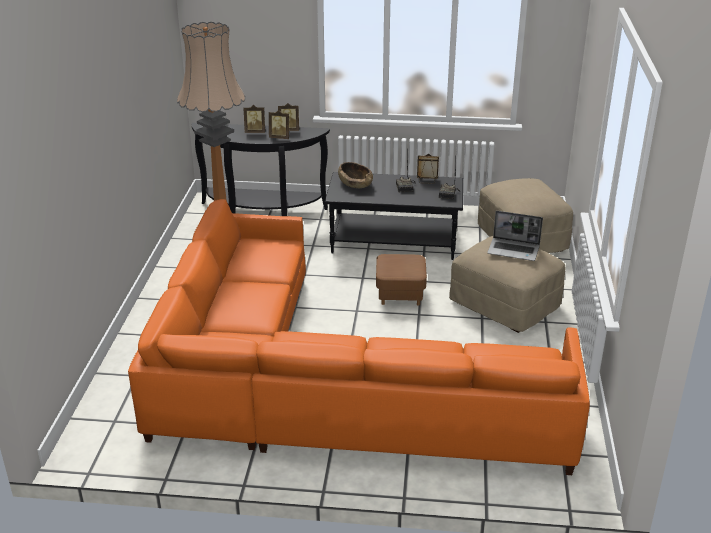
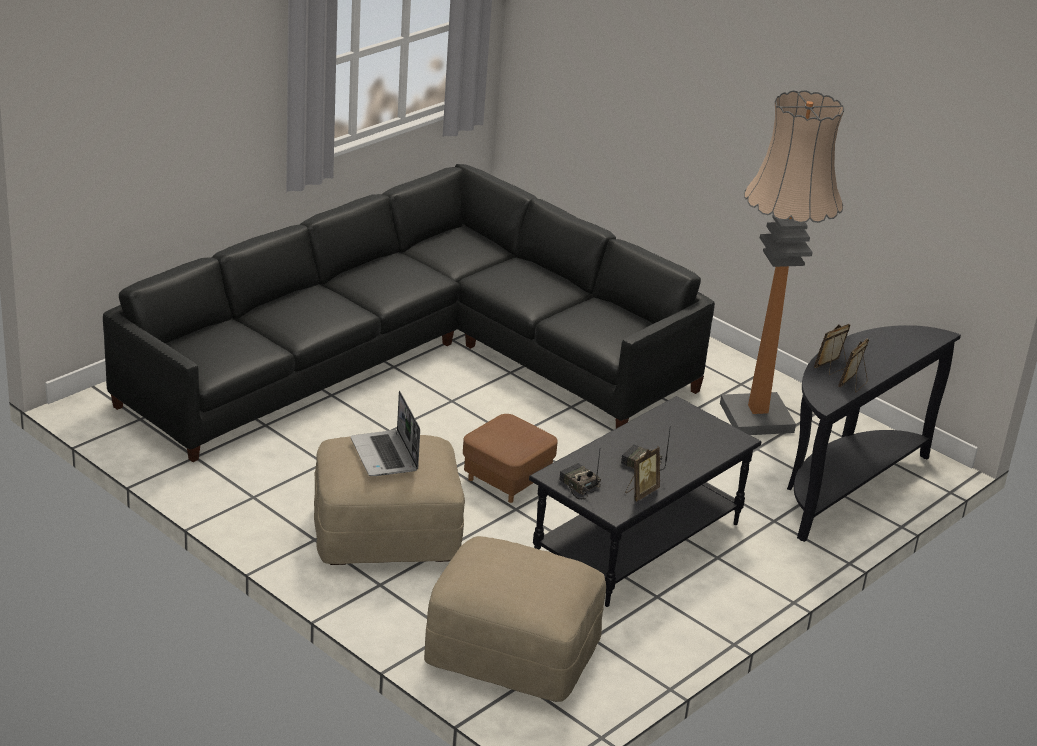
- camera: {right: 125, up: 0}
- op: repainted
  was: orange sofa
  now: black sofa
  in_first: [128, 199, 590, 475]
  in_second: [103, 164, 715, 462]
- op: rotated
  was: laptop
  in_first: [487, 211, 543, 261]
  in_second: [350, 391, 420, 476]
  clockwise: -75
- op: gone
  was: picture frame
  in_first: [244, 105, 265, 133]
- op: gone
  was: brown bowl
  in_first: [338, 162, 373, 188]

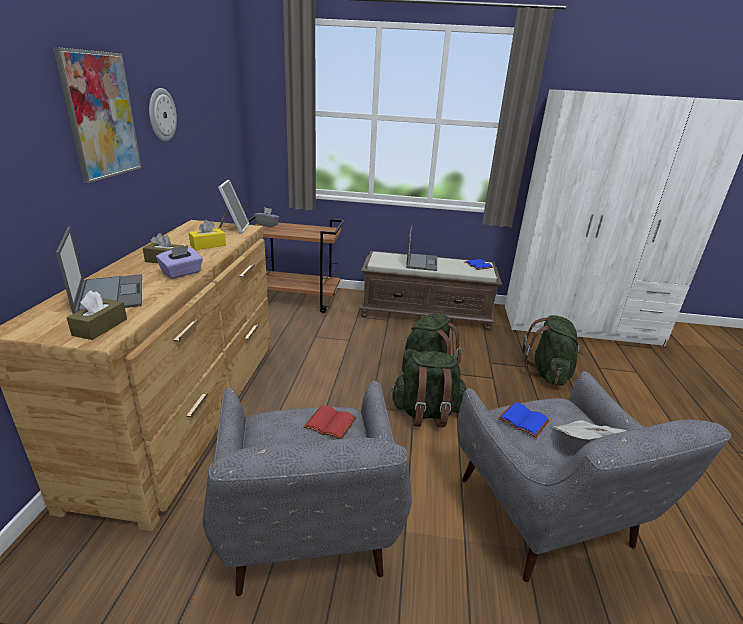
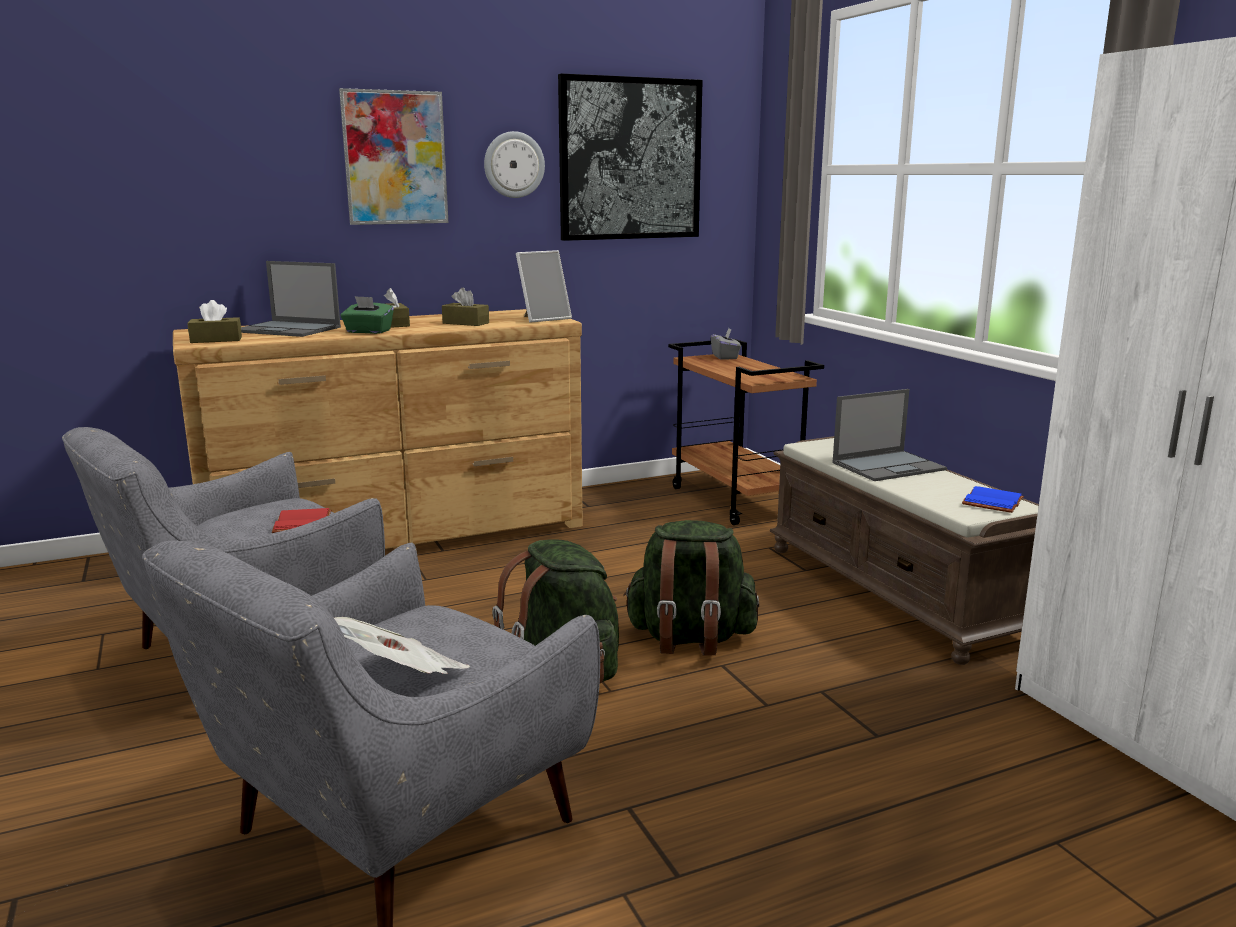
- camera: {right: 60, up: -10}
- op: rotated
  was: laptop
  in_first: [56, 227, 142, 314]
  in_second: [241, 261, 341, 337]
  clockwise: 75
- op: repainted
  was: purple tissue box
  now: green tissue box
  in_first: [156, 245, 203, 279]
  in_second: [340, 296, 394, 334]
- op: repainted
  was: yellow tissue box
  now: brown tissue box
  in_first: [189, 220, 226, 250]
  in_second: [442, 287, 489, 326]
- op: new
  now: picture
  in_second: [558, 73, 703, 241]
- op: gone
  was: blue book
  in_first: [498, 402, 550, 438]
- op: gone
  was: green backpack
  in_first: [522, 315, 584, 386]

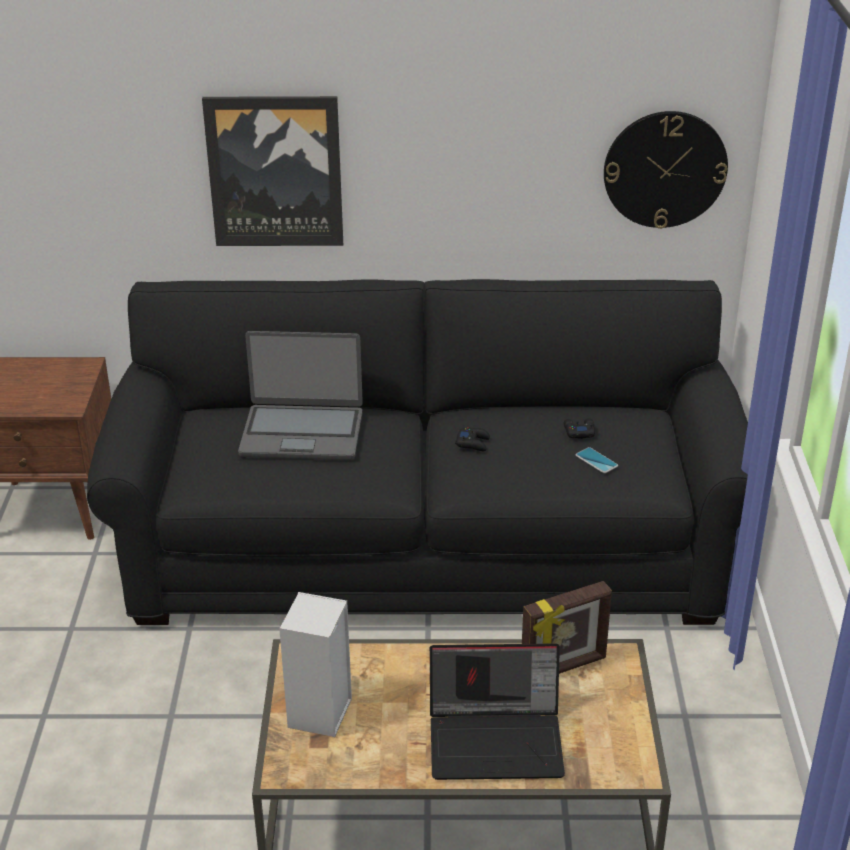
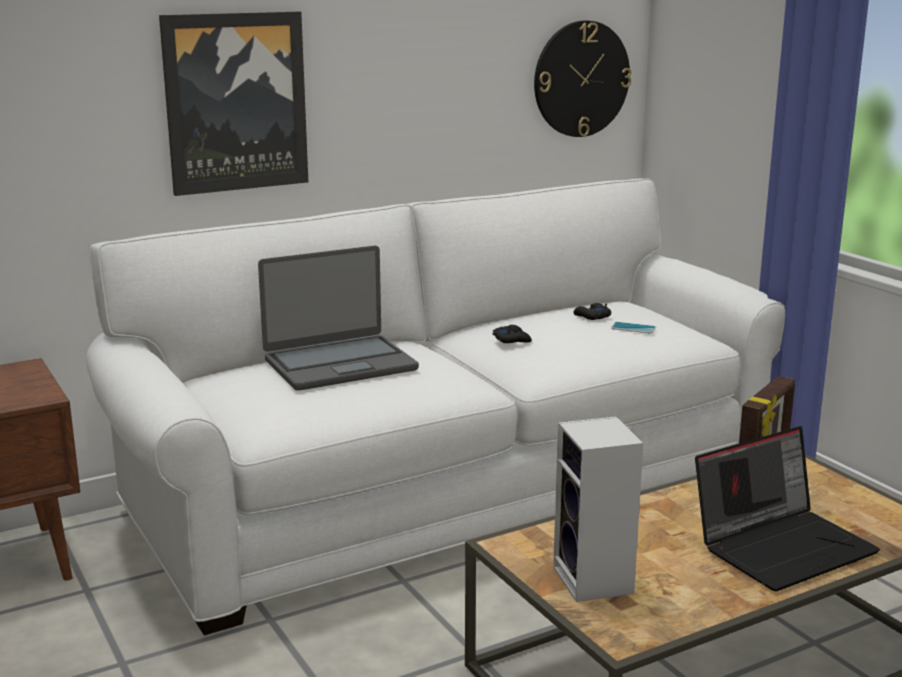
- camera: {right: -30, up: -15}
- op: repainted
  was: black sofa
  now: white sofa
  in_first: [87, 279, 748, 625]
  in_second: [86, 178, 785, 635]

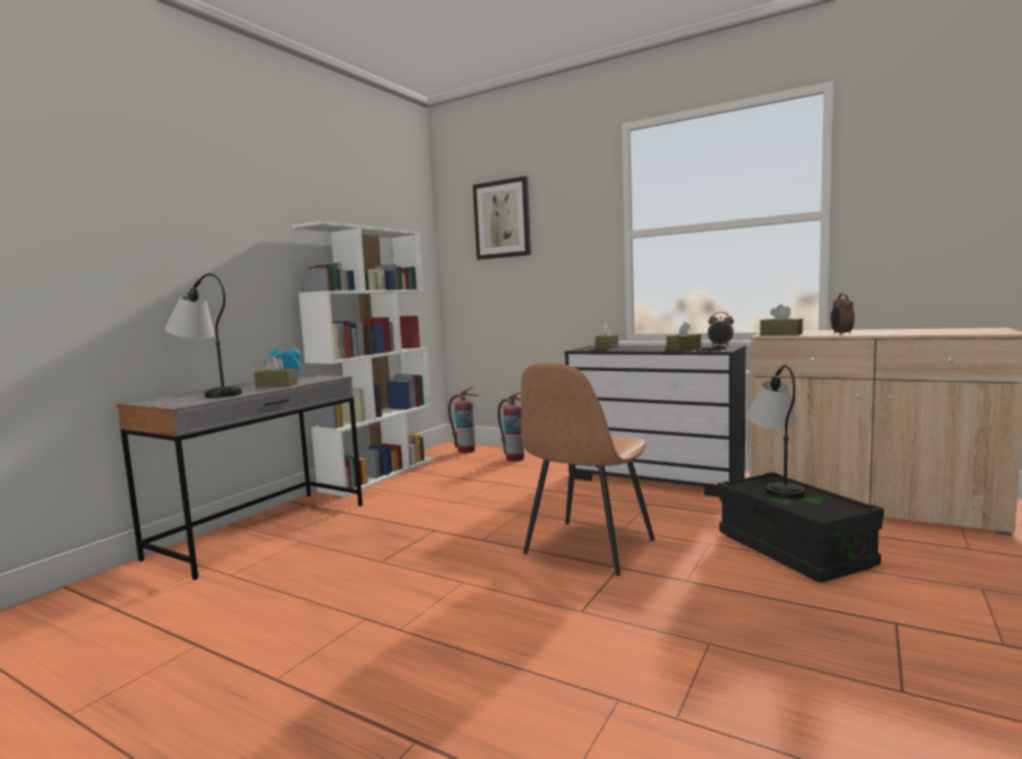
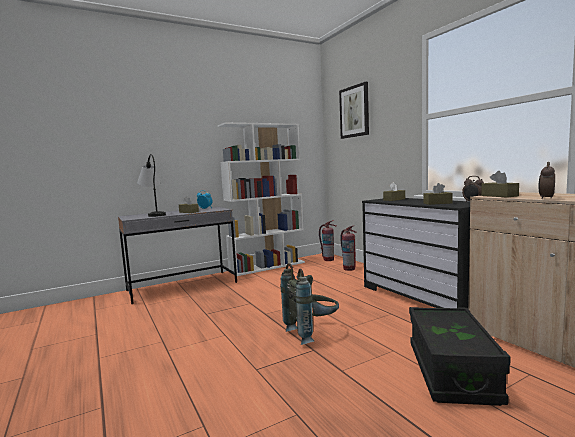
- camera: {right: 30, up: 0}
- op: swapped
  was: brown chair
  now: grey backpack
  in_first: [521, 363, 655, 576]
  in_second: [280, 263, 339, 345]
- op: gone
  was: table lamp
  in_first: [747, 365, 805, 499]

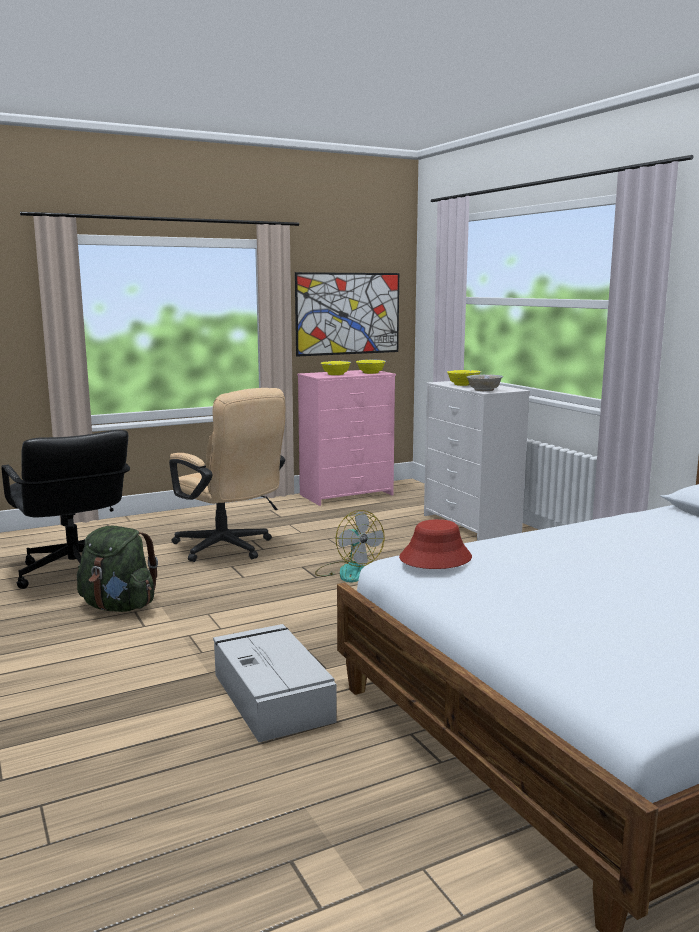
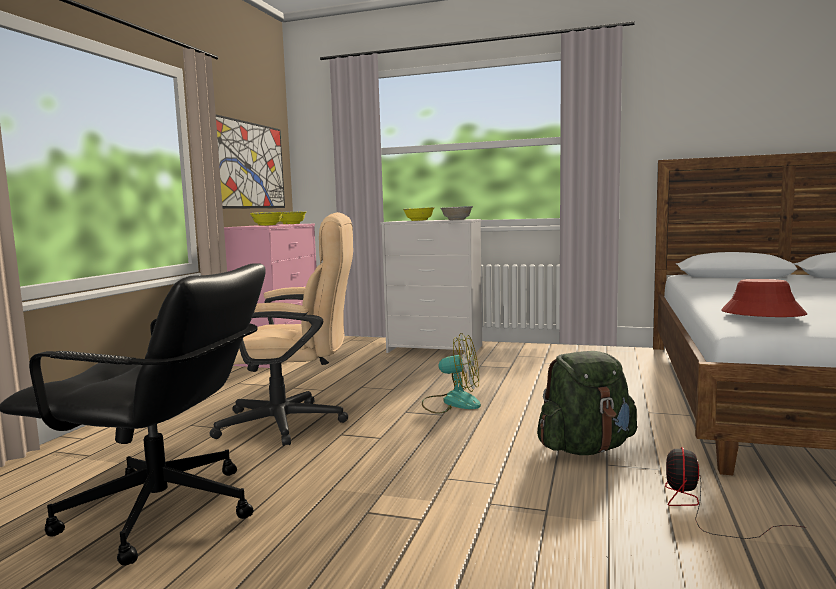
- camera: {right: -45, up: -5}
- op: shifted
  was: green backpack
  in_first: [77, 526, 158, 612]
  in_second: [537, 351, 637, 455]
- op: swapped
  was: grey storage box
  now: fan
  in_first: [213, 624, 337, 742]
  in_second: [665, 447, 806, 539]

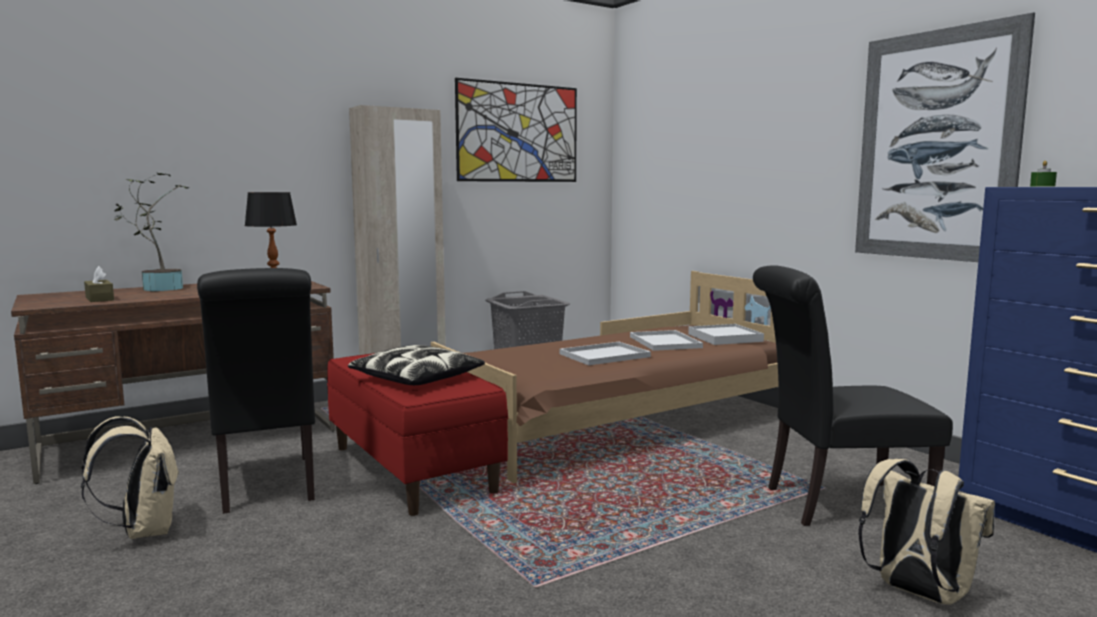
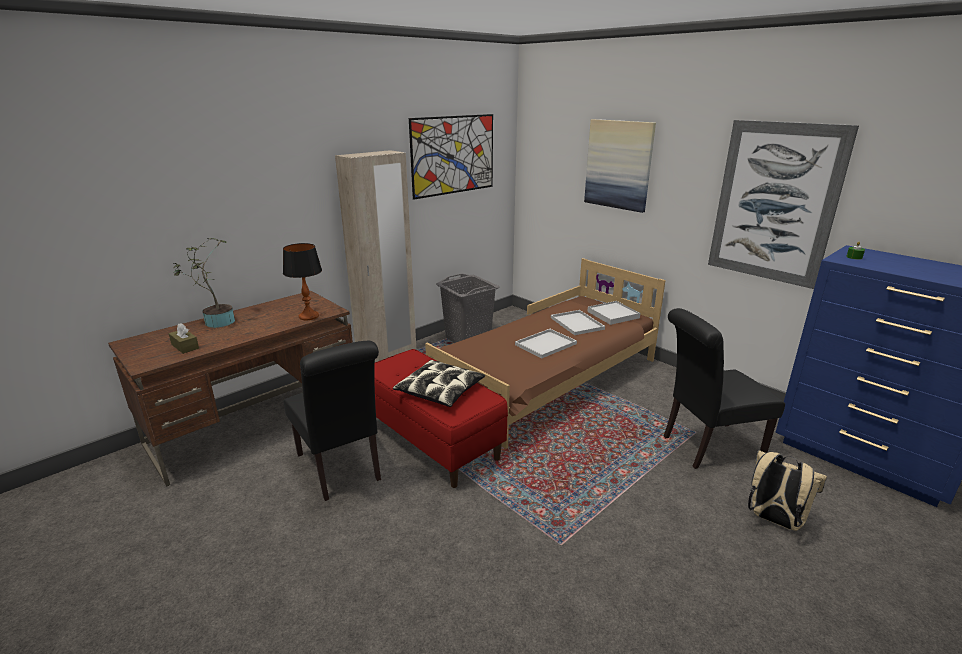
- camera: {right: -10, up: 15}
- op: new
  now: picture
  in_second: [584, 119, 656, 213]
- op: gone
  was: beige backpack
  in_first: [81, 417, 179, 539]

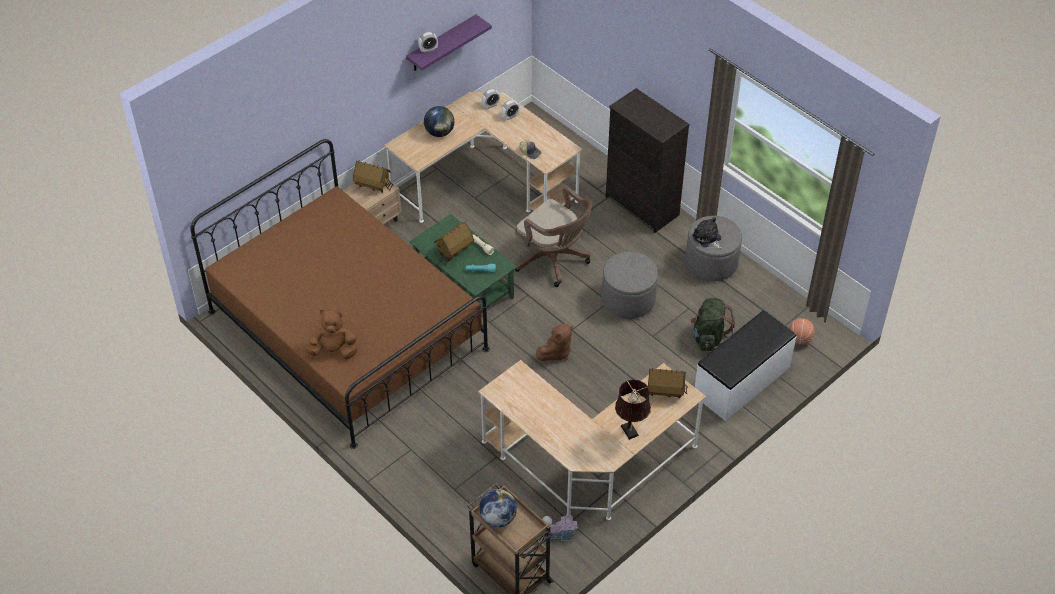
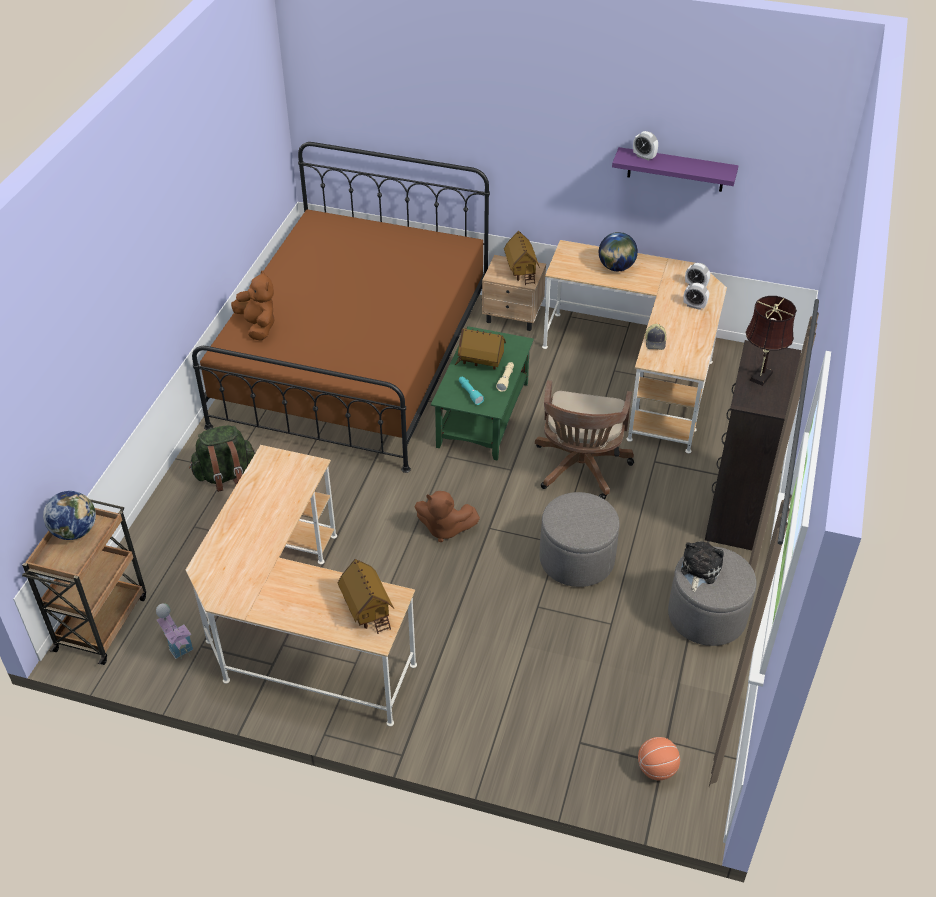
- camera: {right: 60, up: -5}
- op: shifted
  was: green backpack
  in_first: [690, 298, 735, 351]
  in_second: [189, 425, 255, 492]
- op: shifted
  was: brown table lamp
  in_first: [615, 379, 651, 440]
  in_second: [746, 296, 797, 386]
- op: gone
  was: white bench
  in_first: [695, 310, 797, 421]

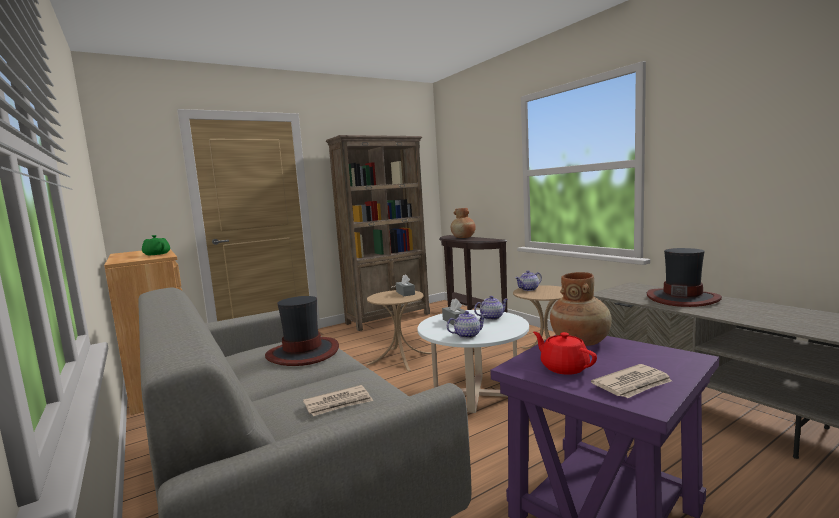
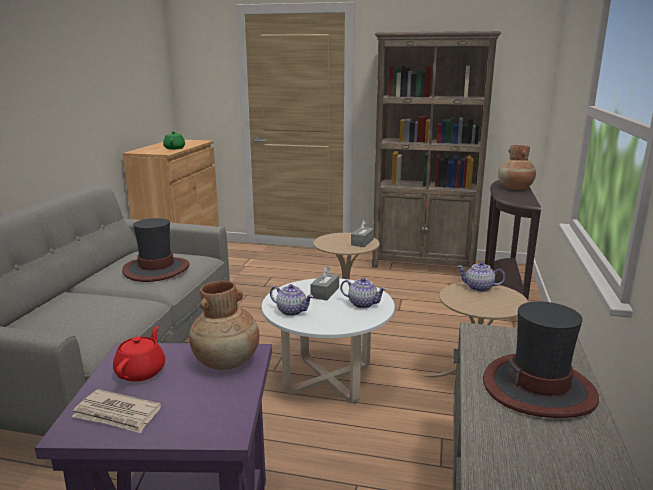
- camera: {right: 45, up: 10}
- op: gone
  was: newspaper
  in_first: [303, 385, 373, 416]

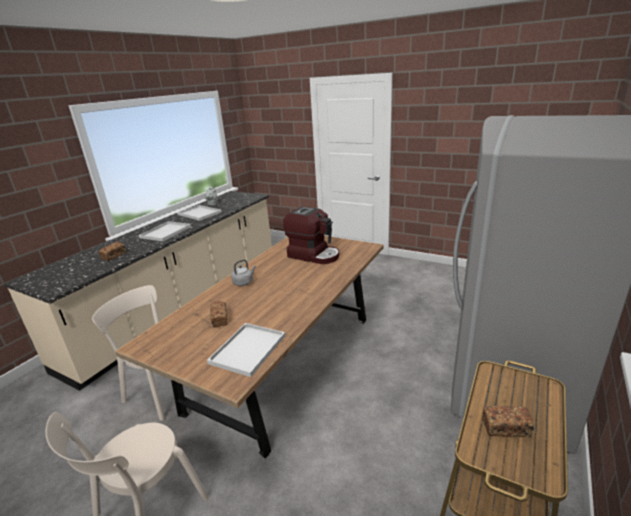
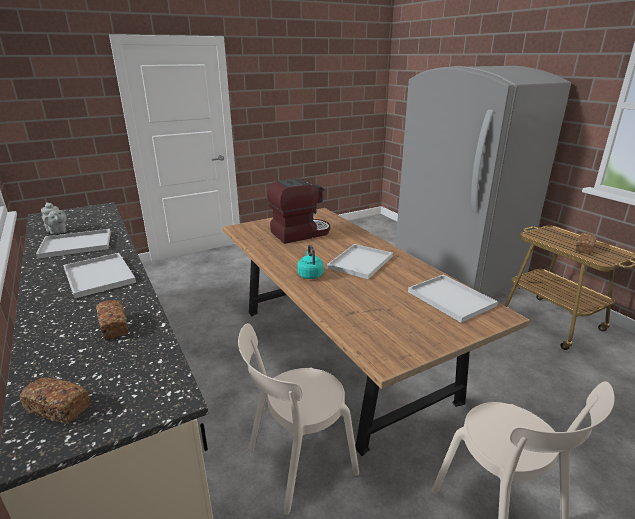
- camera: {right: -60, up: 0}
- op: shifted
  was: bread
  in_first: [210, 301, 228, 328]
  in_second: [20, 377, 90, 424]
- op: repainted
  was: grey kettle
  now: turquoise kettle
  in_first: [231, 259, 256, 286]
  in_second: [297, 245, 324, 279]
- op: new
  now: white tray
  in_second: [327, 244, 393, 279]

